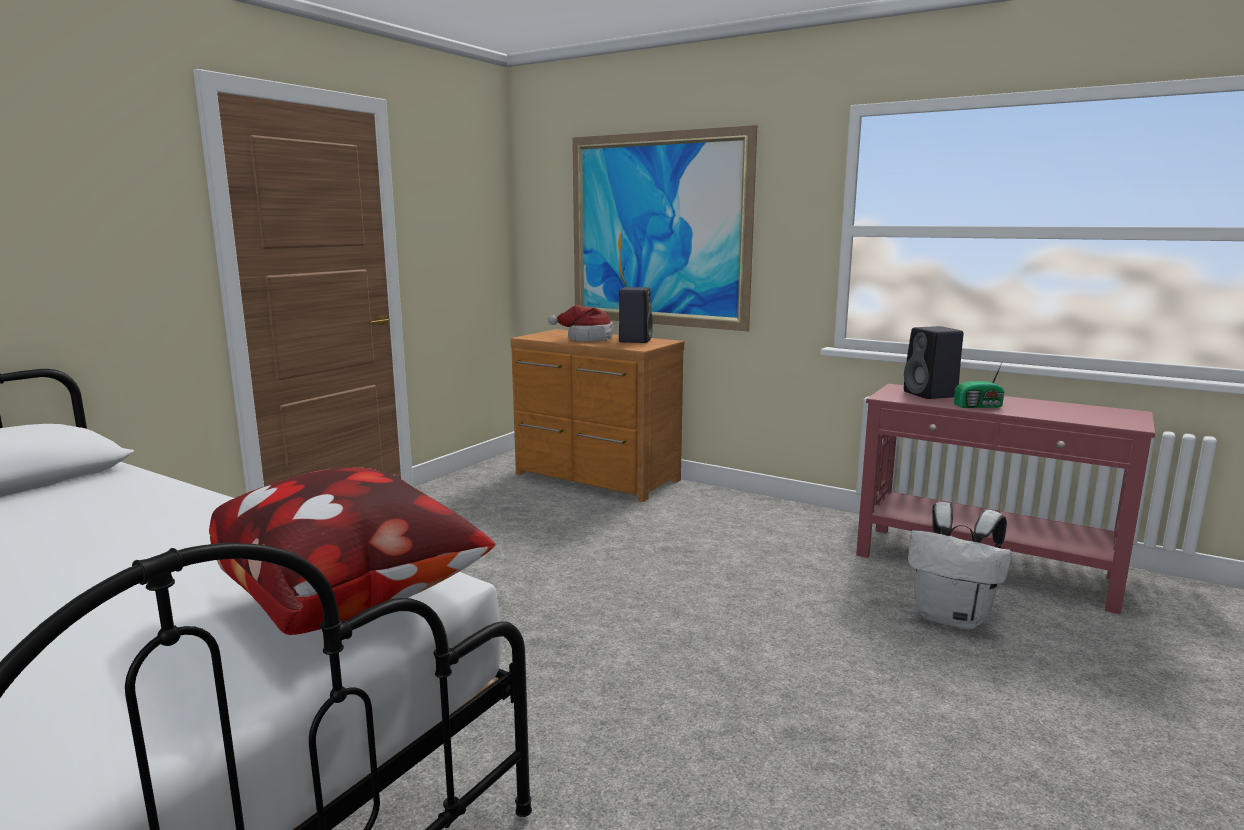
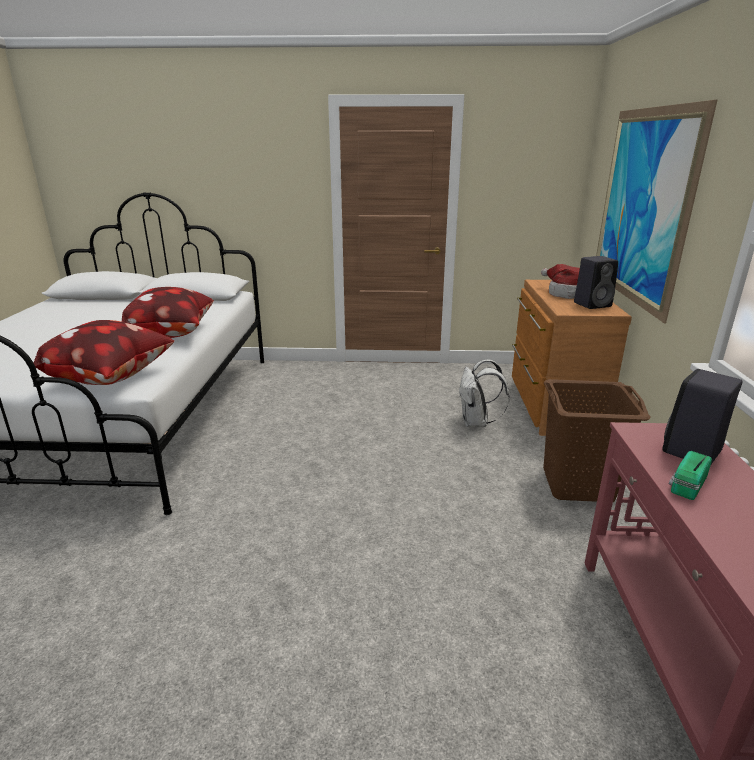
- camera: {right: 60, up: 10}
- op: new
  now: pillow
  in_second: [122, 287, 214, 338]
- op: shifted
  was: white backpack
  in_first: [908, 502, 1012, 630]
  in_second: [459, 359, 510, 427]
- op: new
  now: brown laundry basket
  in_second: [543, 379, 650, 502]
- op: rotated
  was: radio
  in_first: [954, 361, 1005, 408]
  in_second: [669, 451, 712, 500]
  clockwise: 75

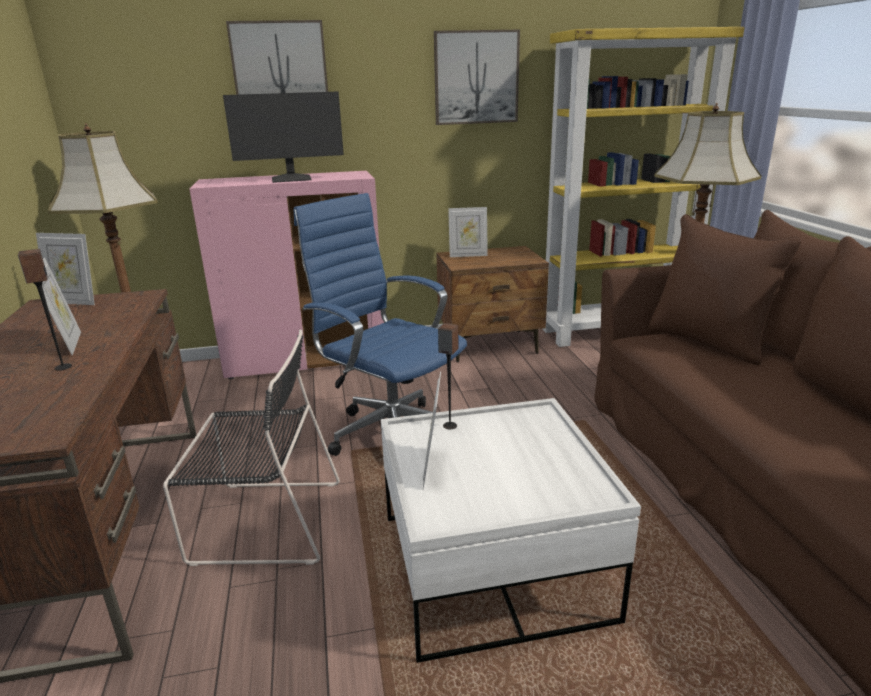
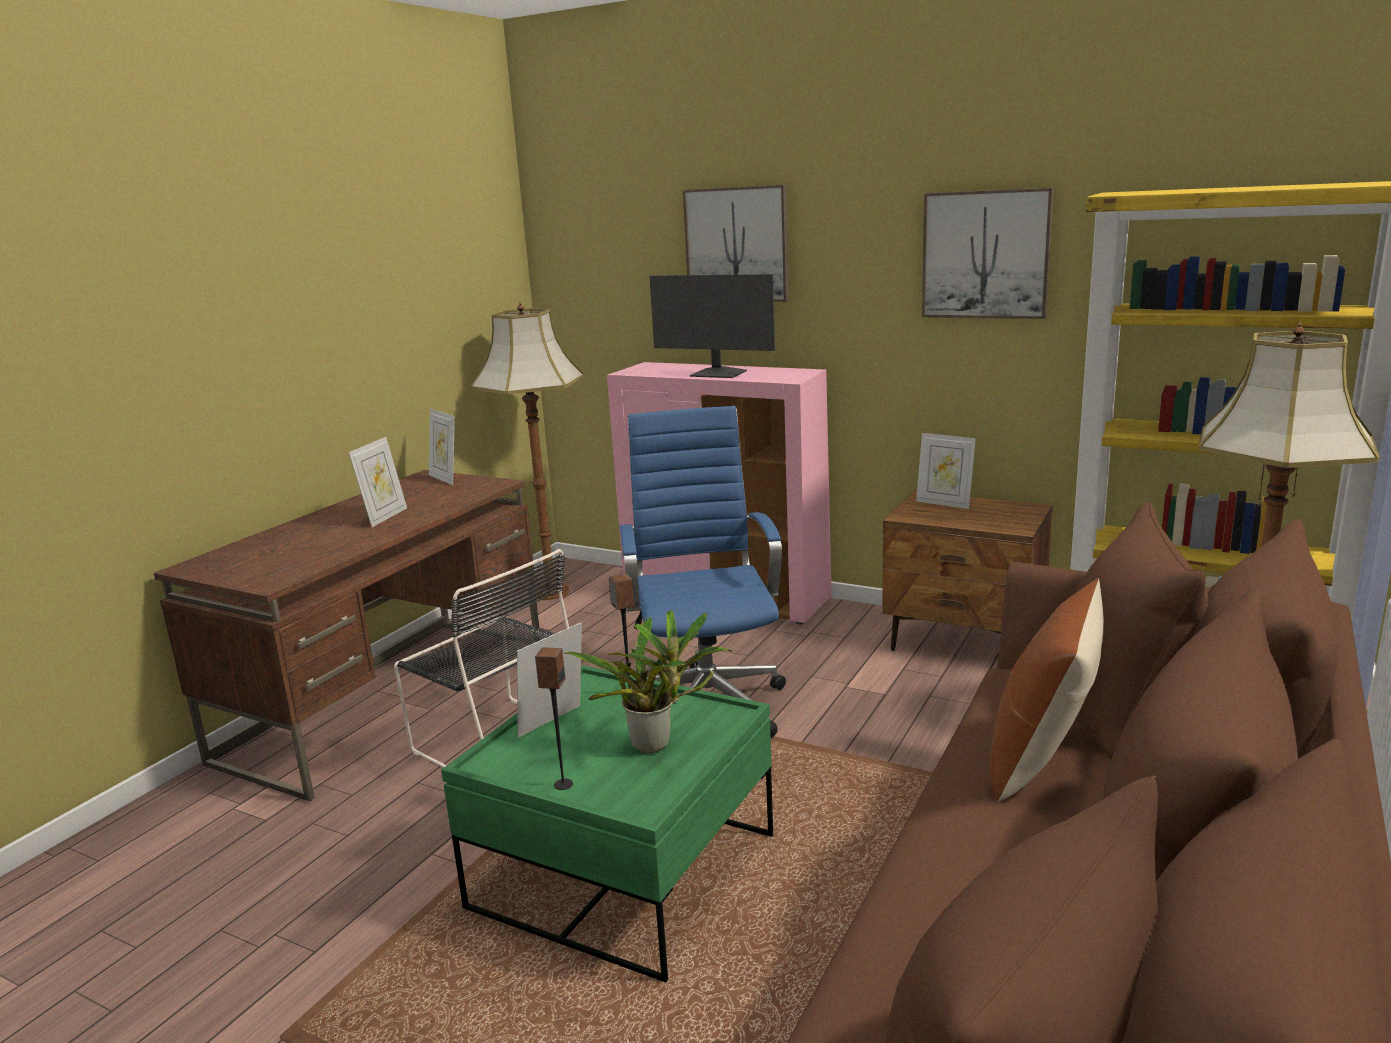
- camera: {right: 40, up: -5}
- op: repainted
  was: white coffee table
  now: green coffee table
  in_first: [381, 398, 641, 663]
  in_second: [441, 665, 773, 982]
- op: shifted
  was: speaker
  in_first: [18, 249, 72, 371]
  in_second: [535, 647, 573, 790]
- op: new
  now: potted plant
  in_second: [564, 610, 732, 753]
- op: new
  now: brown pillow
  in_second: [990, 578, 1104, 801]

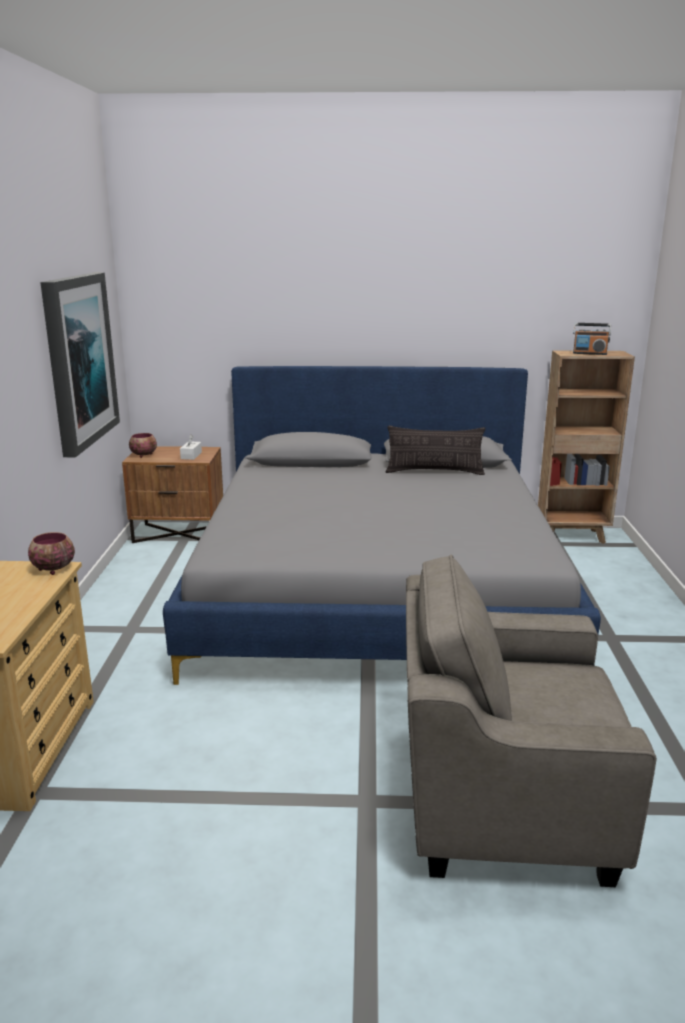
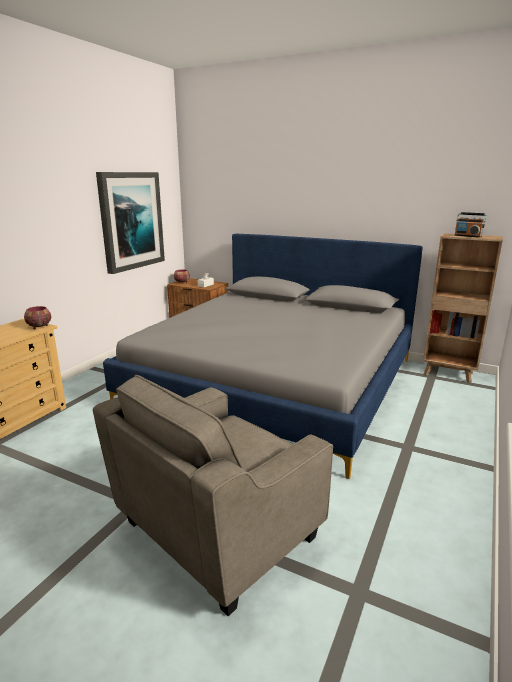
- camera: {right: 25, up: 0}
- op: rotated
  was: grey armchair
  in_first: [406, 555, 657, 887]
  in_second: [93, 375, 333, 616]
  clockwise: -75
- op: gone
  was: pillow
  in_first: [386, 425, 485, 475]

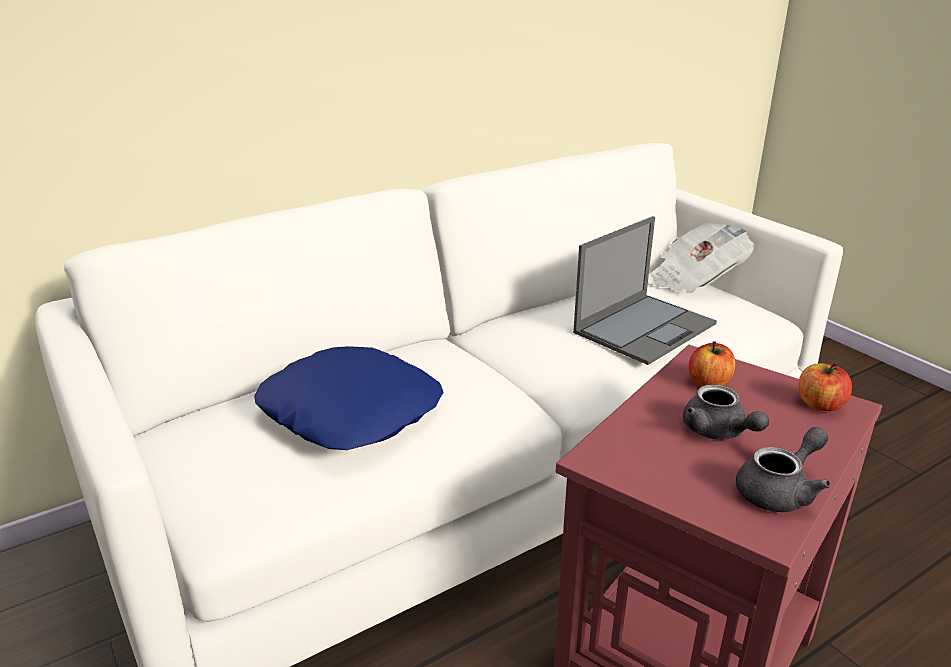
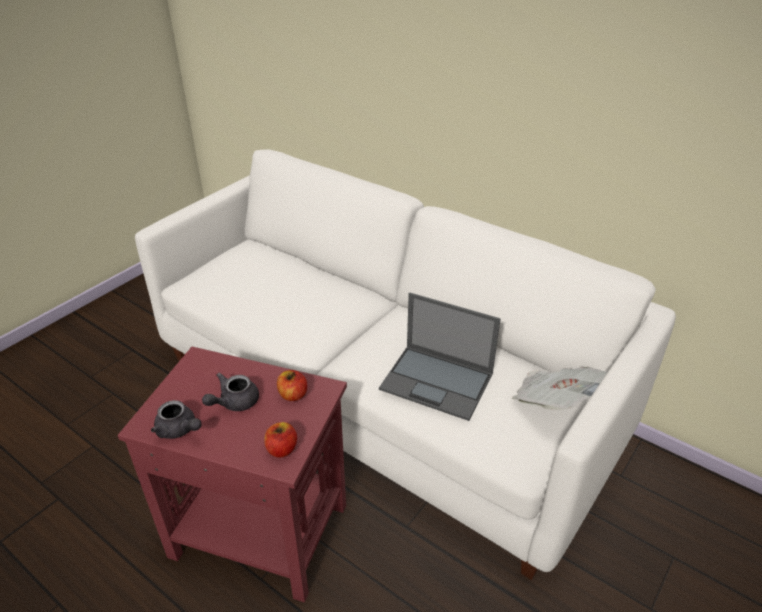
- camera: {right: 70, up: 10}
- op: gone
  was: blue pillow
  in_first: [254, 346, 443, 450]

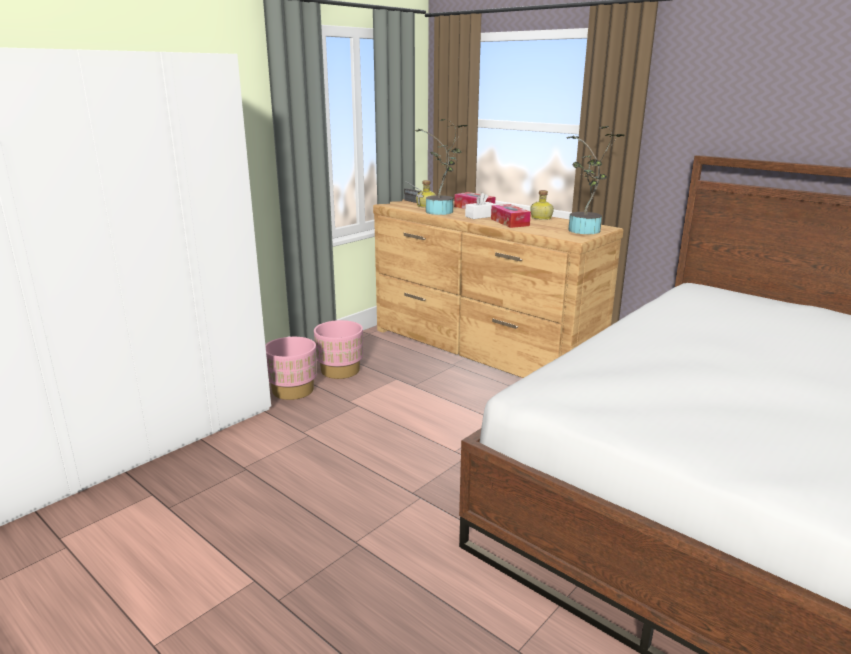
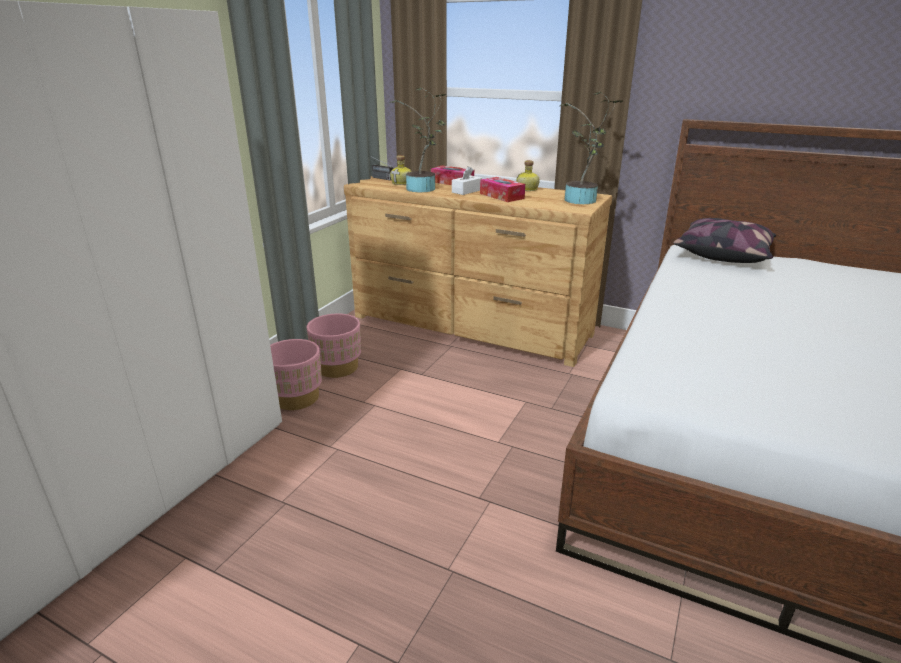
- camera: {right: -15, up: 5}
- op: new
  now: pillow
  in_second: [673, 218, 776, 263]

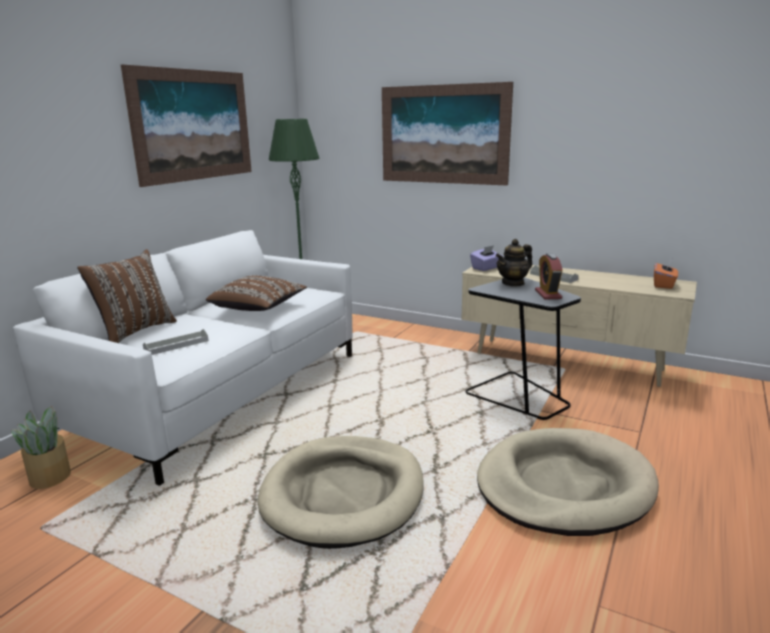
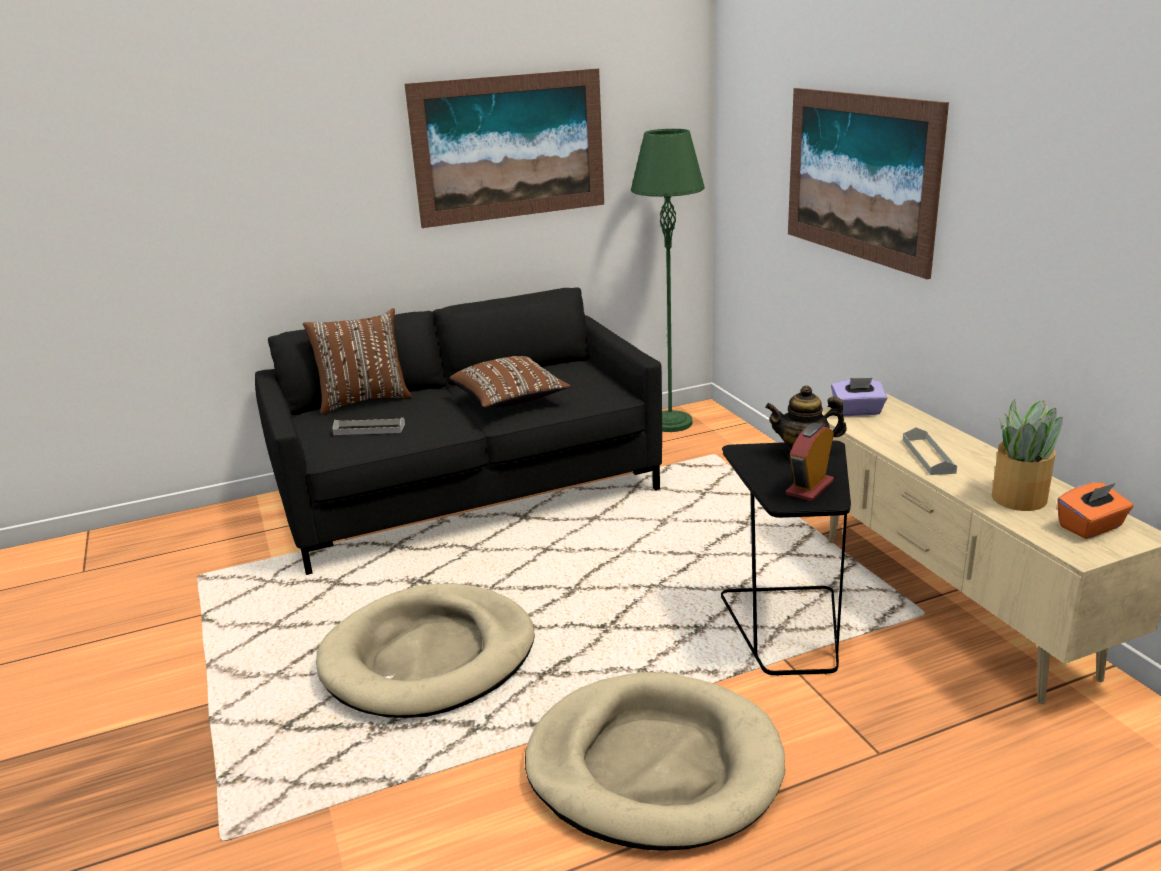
- camera: {right: 40, up: 5}
- op: repainted
  was: white sofa
  now: black sofa
  in_first: [13, 230, 353, 486]
  in_second: [255, 287, 662, 575]
- op: shifted
  was: potted plant
  in_first: [11, 406, 71, 489]
  in_second: [992, 399, 1063, 511]

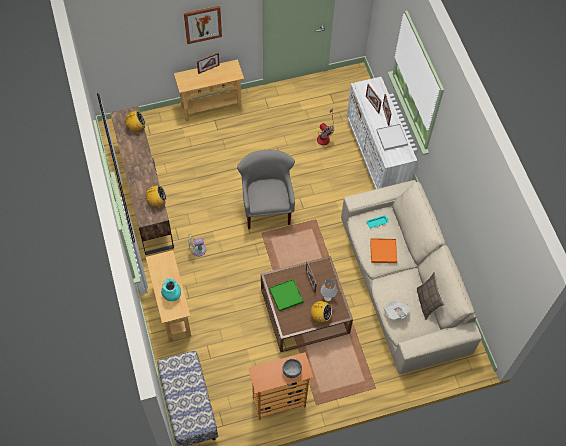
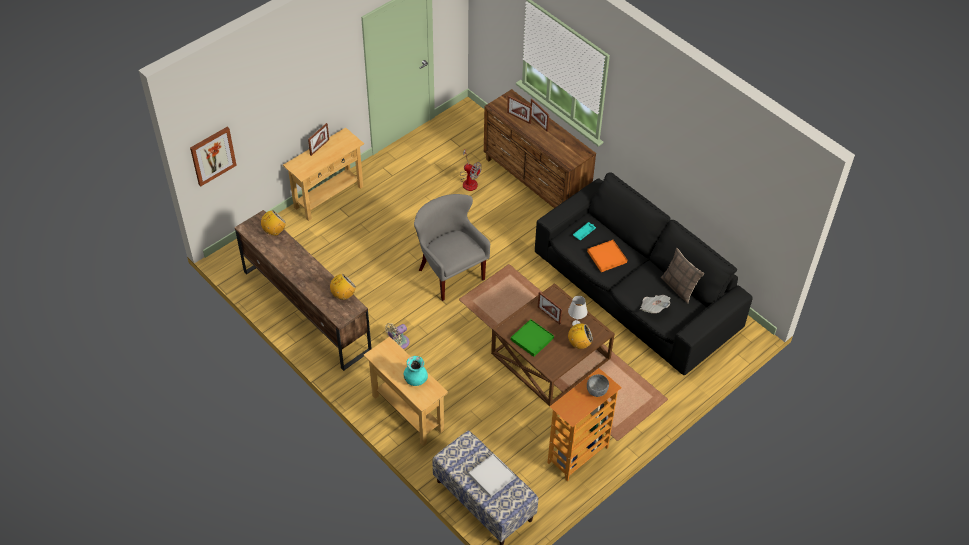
- camera: {right: -25, up: -10}
- op: shifted
  was: picture
  in_first: [184, 6, 222, 44]
  in_second: [190, 126, 237, 187]
- op: shifted
  was: white tray
  in_first: [376, 124, 408, 151]
  in_second: [468, 454, 516, 497]
- op: repainted
  was: white dresser
  now: brown dresser
  in_first: [347, 77, 417, 189]
  in_second: [484, 89, 596, 208]
- op: repainted
  was: beige sofa
  now: black sofa
  in_first: [341, 180, 482, 374]
  in_second: [535, 172, 753, 375]

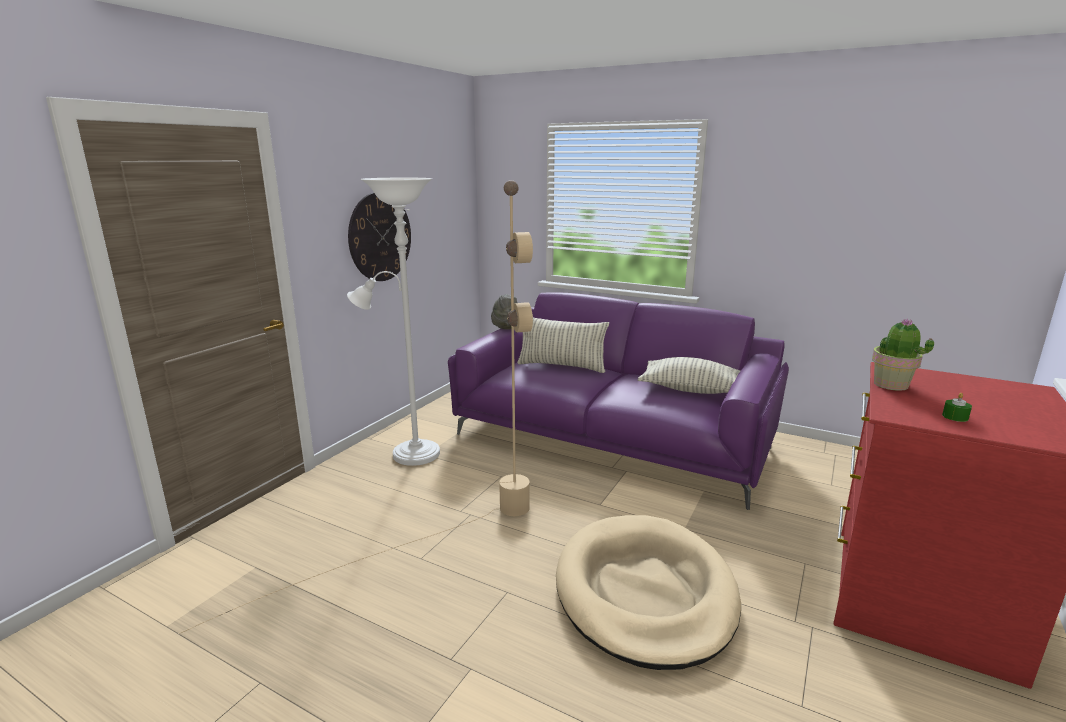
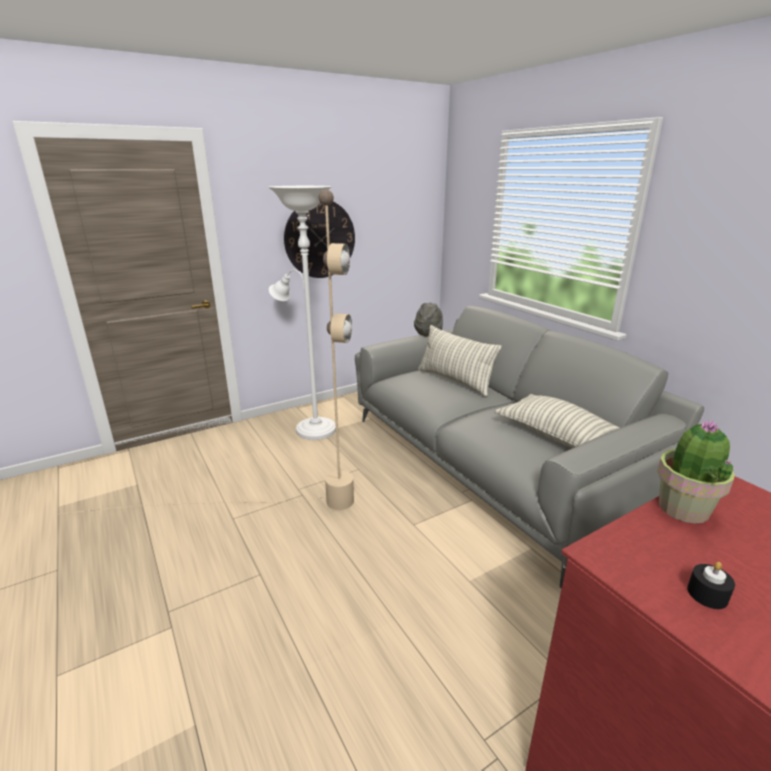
- camera: {right: 30, up: 5}
- op: repainted
  was: purple sofa
  now: grey sofa
  in_first: [448, 292, 789, 510]
  in_second: [355, 306, 704, 588]
- op: repainted
  was: green candle
  now: black candle
  in_first: [942, 393, 972, 422]
  in_second: [687, 562, 735, 609]
- op: gone
  was: beige dog bed
  in_first: [556, 515, 741, 670]

